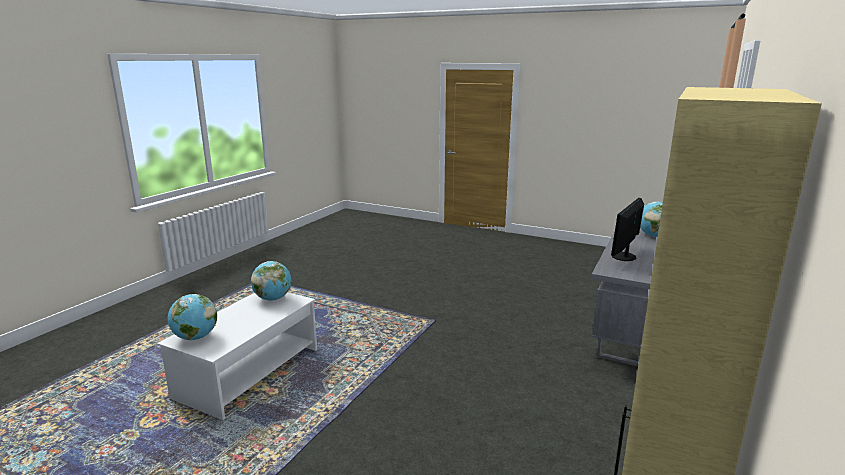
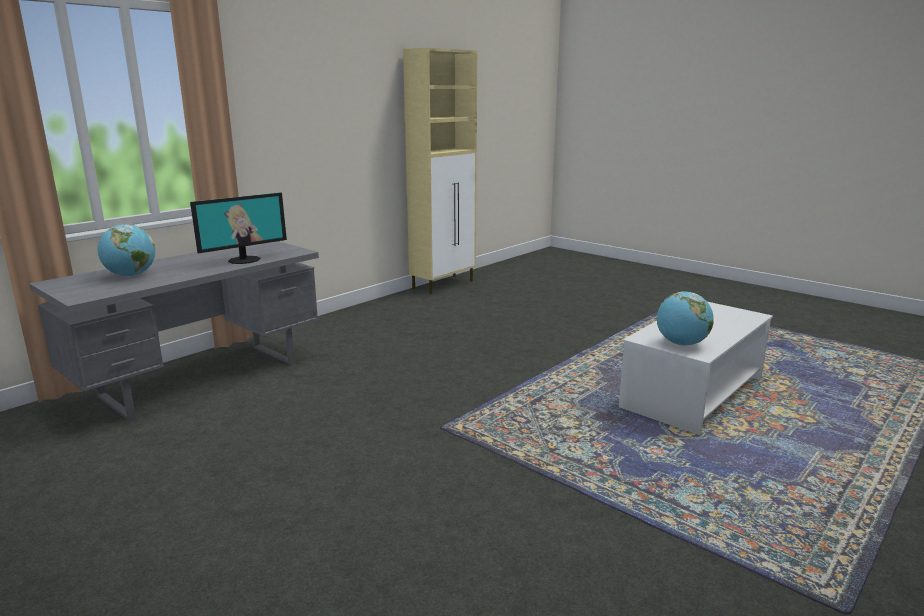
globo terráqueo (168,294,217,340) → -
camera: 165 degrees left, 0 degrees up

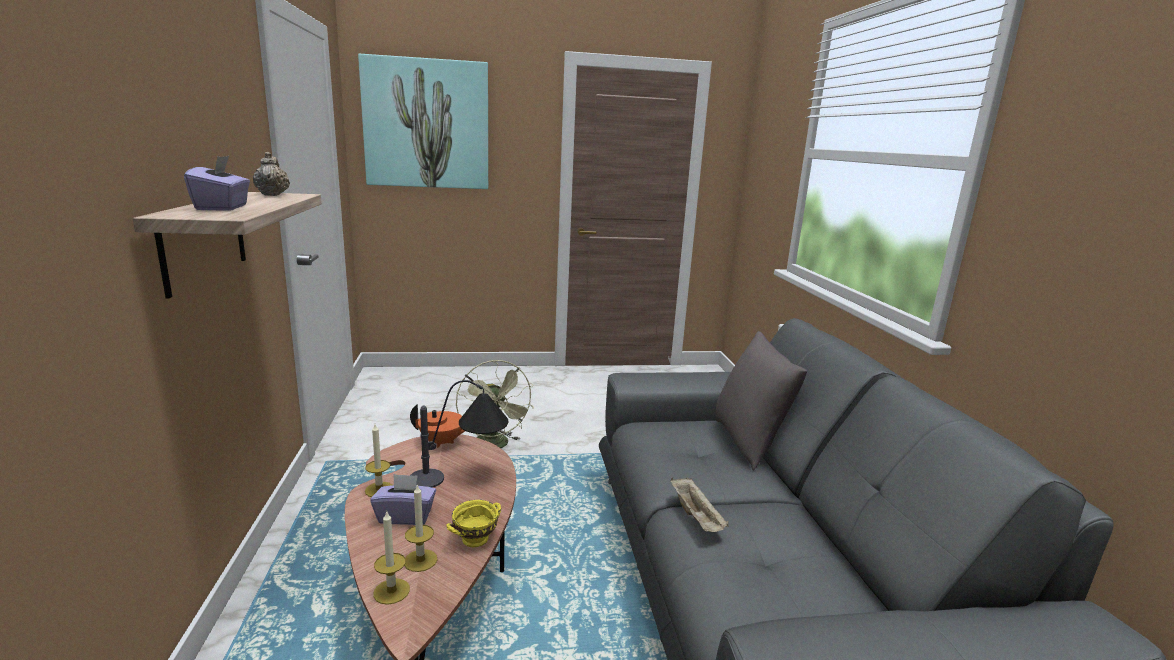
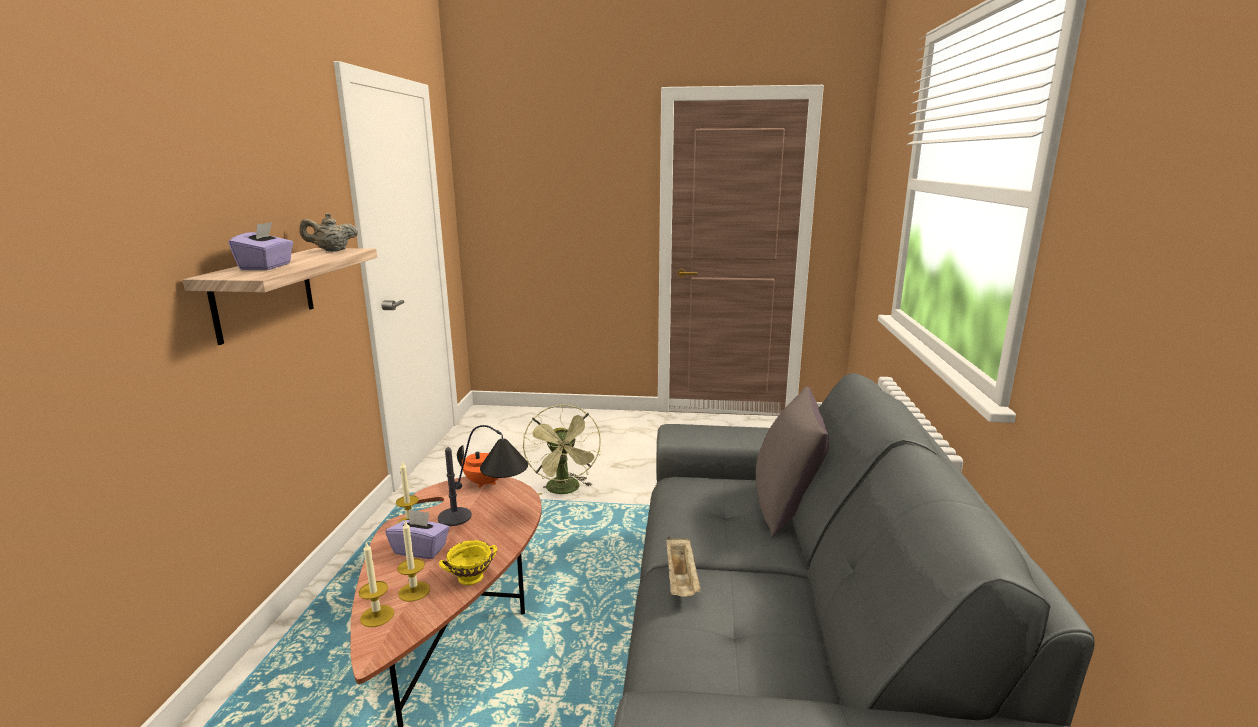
cuadro (358,54,488,189) → -
tetera/beis (253,152,290,196) → tetera/beis (299,213,358,252), 105 degrees counterclockwise
camera: 15 degrees right, 0 degrees up

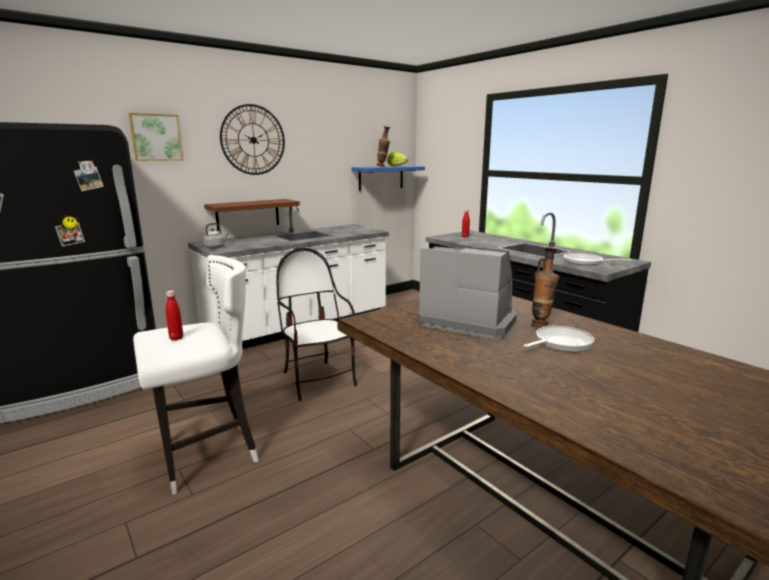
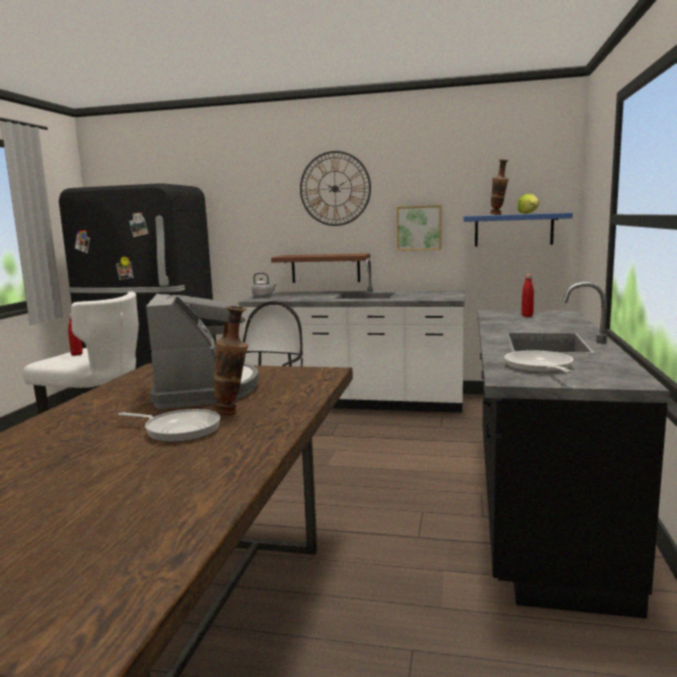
cuadro (128,113,183,161) → cuadro (397,205,441,251), moved
camera: 50 degrees right, 5 degrees down

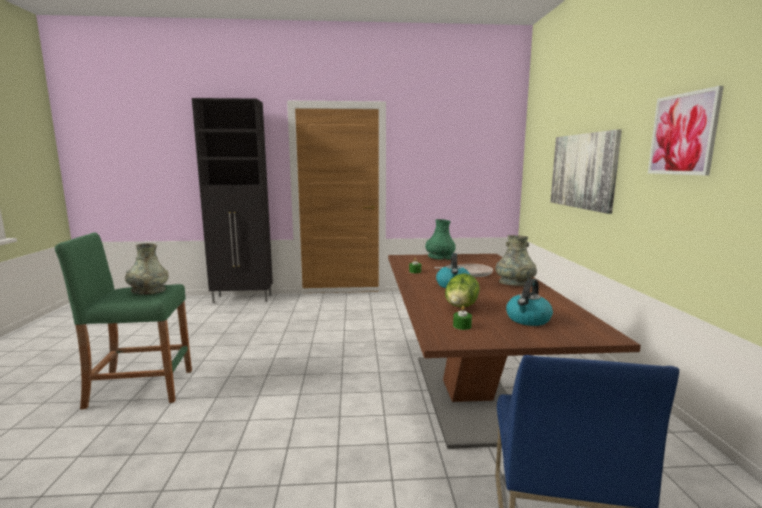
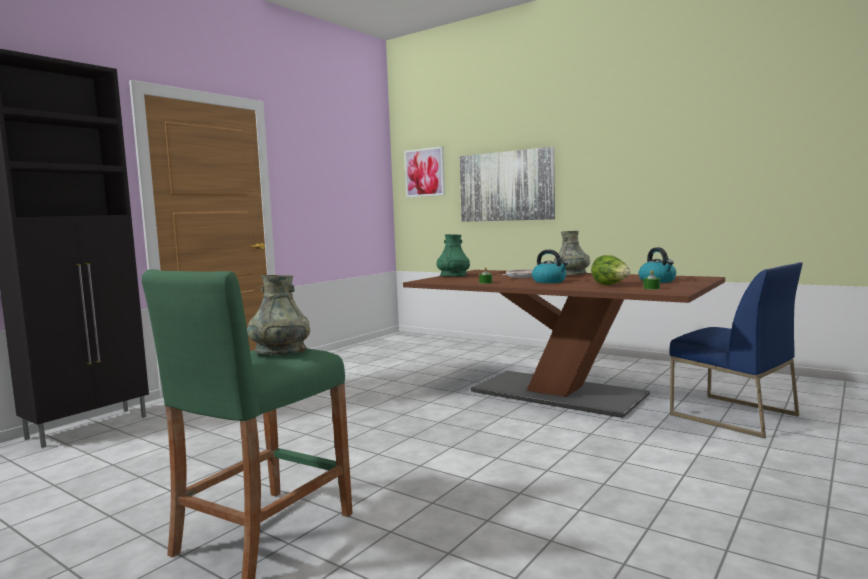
cuadro (648,86,724,176) → cuadro (404,146,445,198), moved
camera: 50 degrees left, 5 degrees down

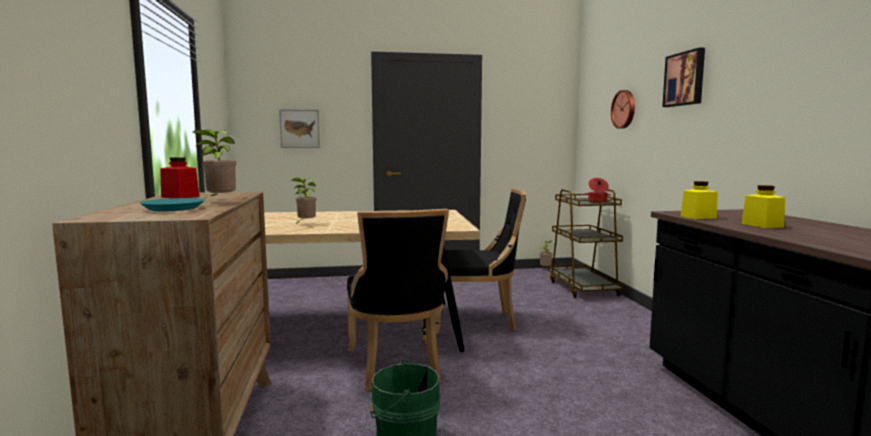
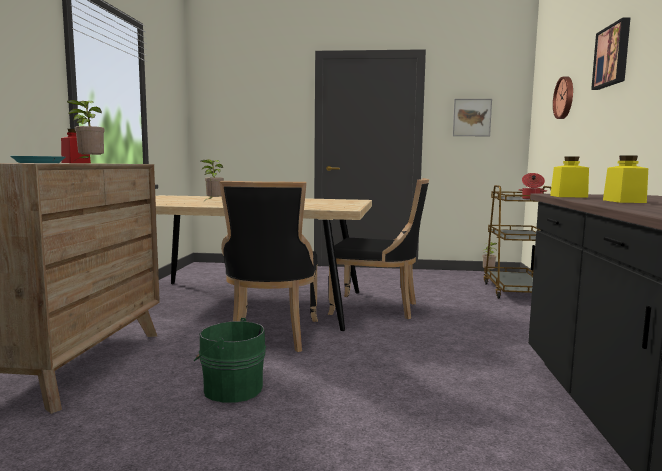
cuadro (279,109,320,148) → cuadro (453,99,492,136), moved
camera: 15 degrees right, 0 degrees up

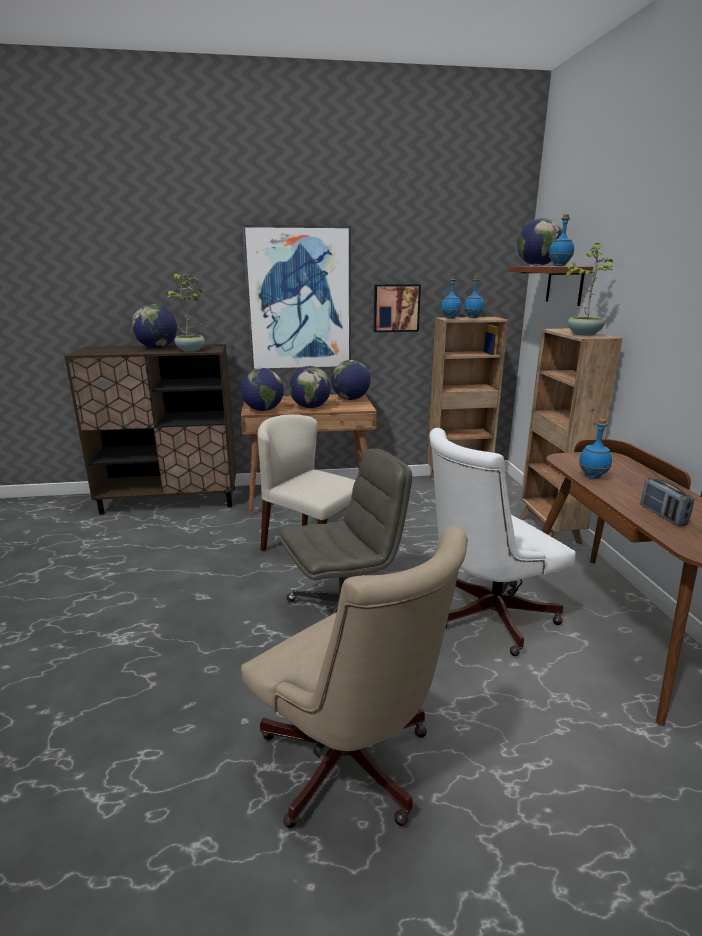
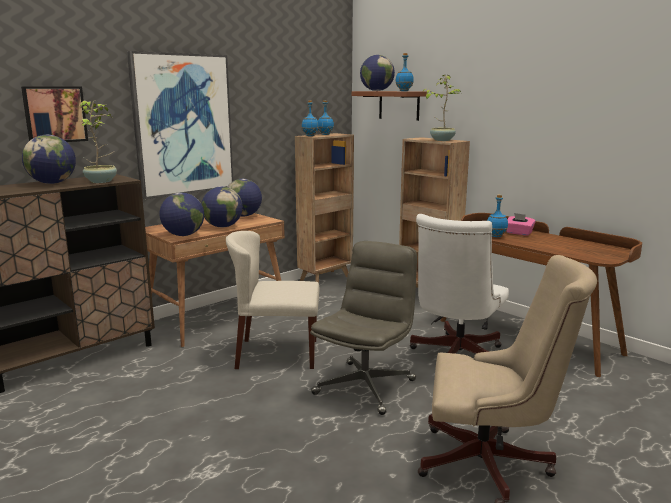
cuadro (374,284,421,332) → cuadro (21,86,88,142), moved
radio (640,478,694,526) → -
- → caja de pañuelos/rosa (506,213,536,236)
camera: 35 degrees left, 5 degrees down

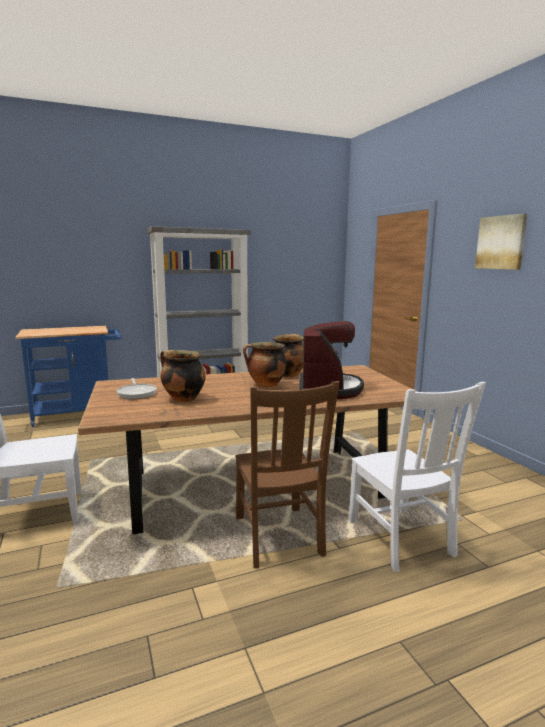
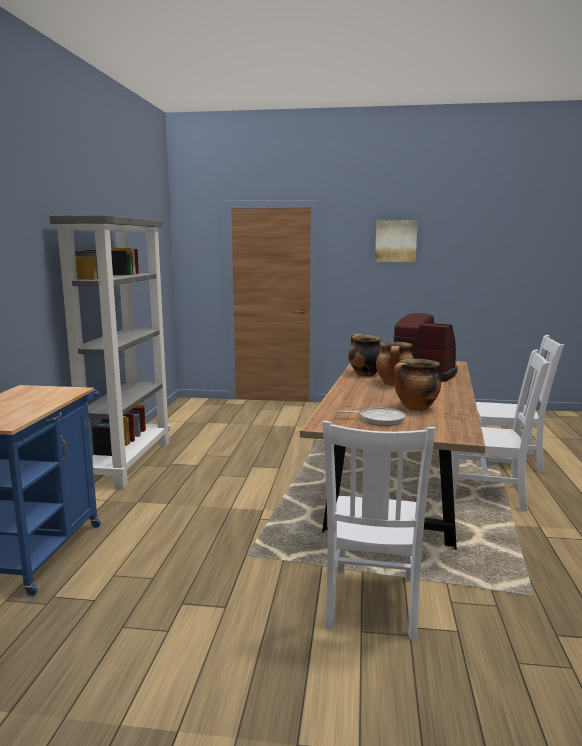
silla/marrón (235,381,340,568) → silla/blanco (451,349,550,511)
camera: 60 degrees left, 0 degrees up

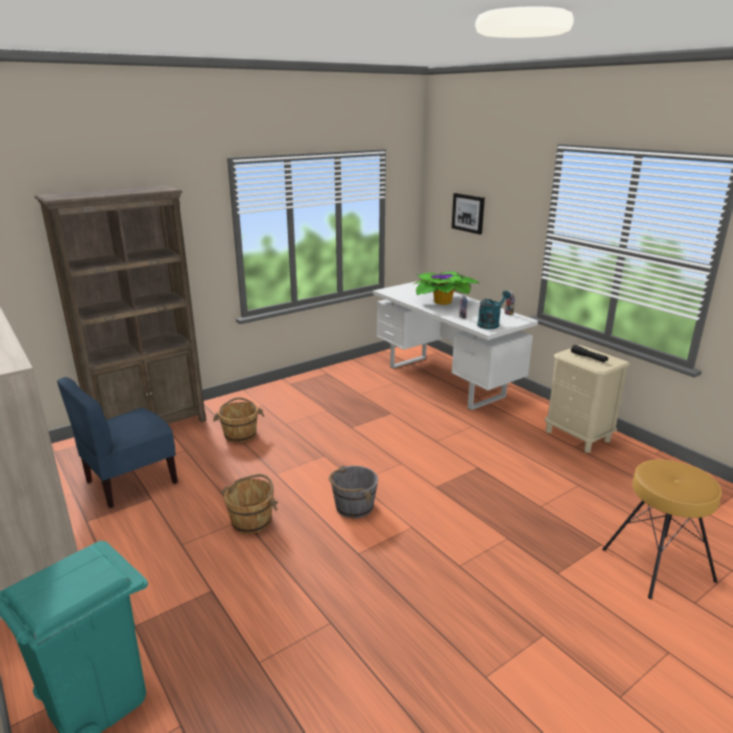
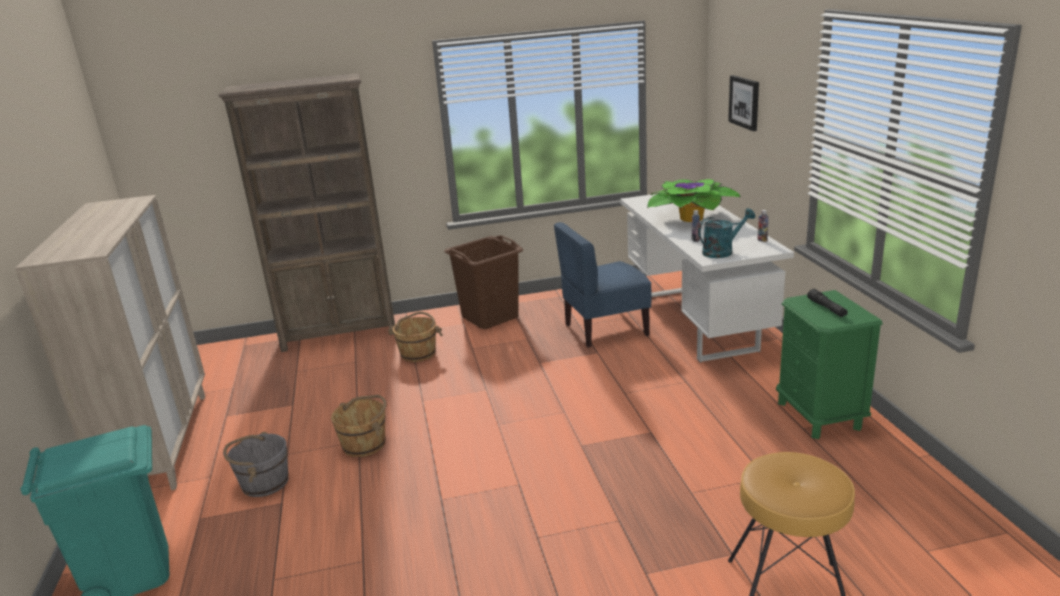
mesita de noche/beis (545,345,630,453) → mesita de noche/verde (776,290,883,439)
silla/azul (57,377,178,508) → silla/azul (554,222,652,348), moved
cubo/gris (329,466,378,518) → cubo/gris (223,432,289,497), moved
- → cesto de la ropa/marrón (444,235,523,329)
camera: 25 degrees right, 0 degrees up

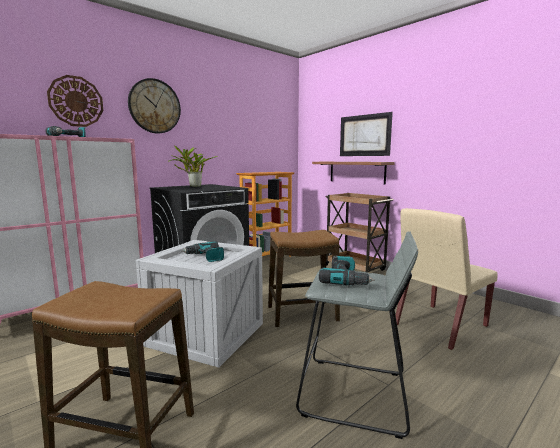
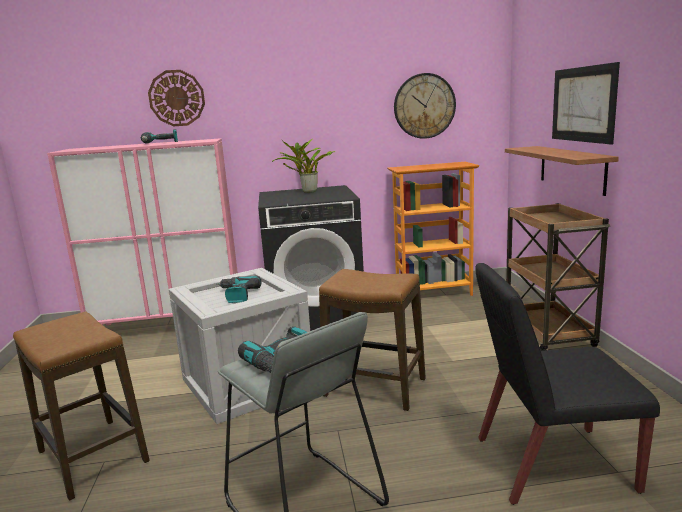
reloj de pared (128,78,181,133) → reloj de pared (394,73,456,139), moved
silla/beis (396,208,497,350) → silla/negro (475,263,660,505)
camera: 35 degrees right, 5 degrees up

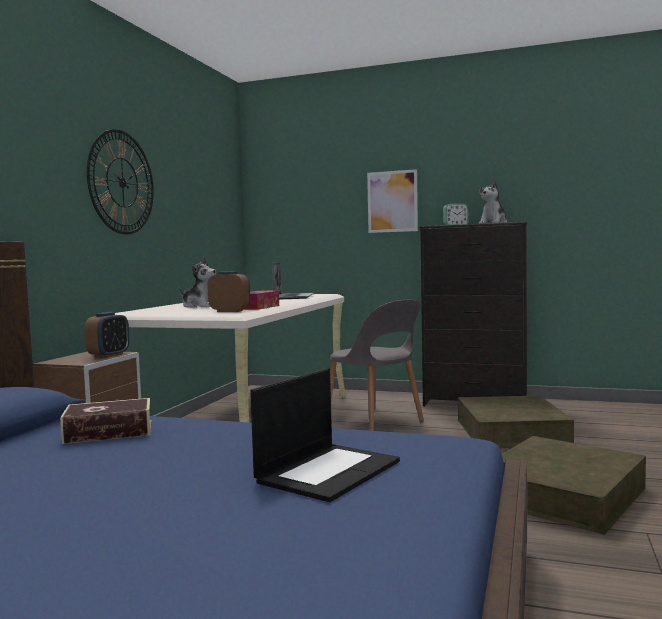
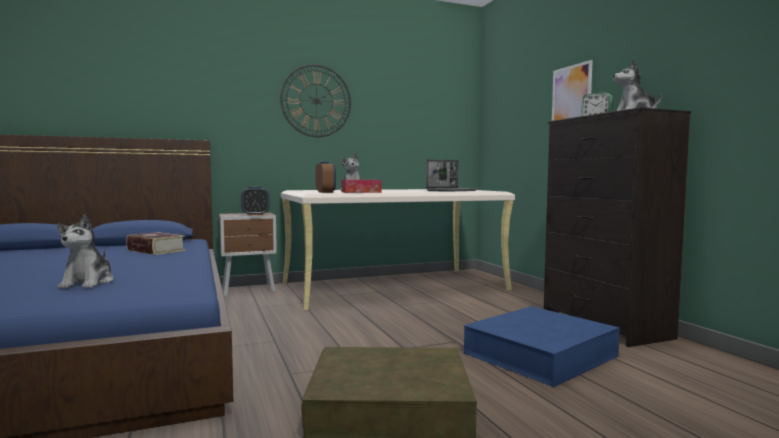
silla/gris (330,300,424,431) → -
portátil (250,368,400,502) → peluche (57,215,114,288)
caja de almacenaje/marrón (458,395,574,448) → caja de almacenaje/azul (464,306,620,387)
camera: 50 degrees right, 0 degrees up

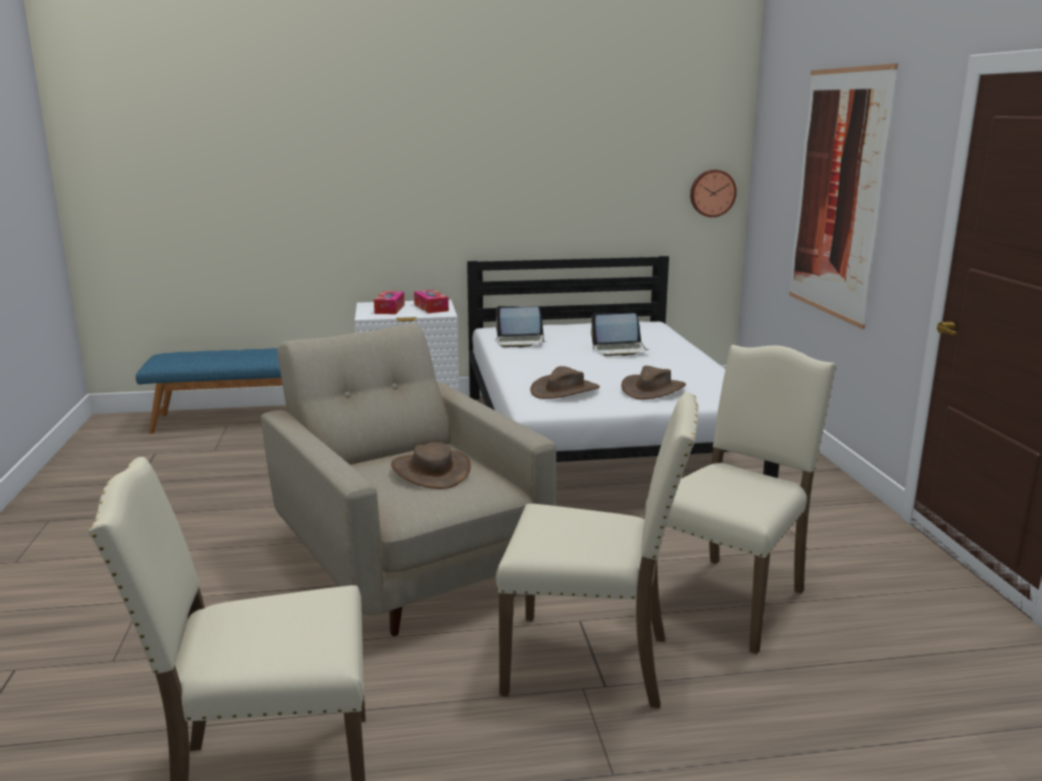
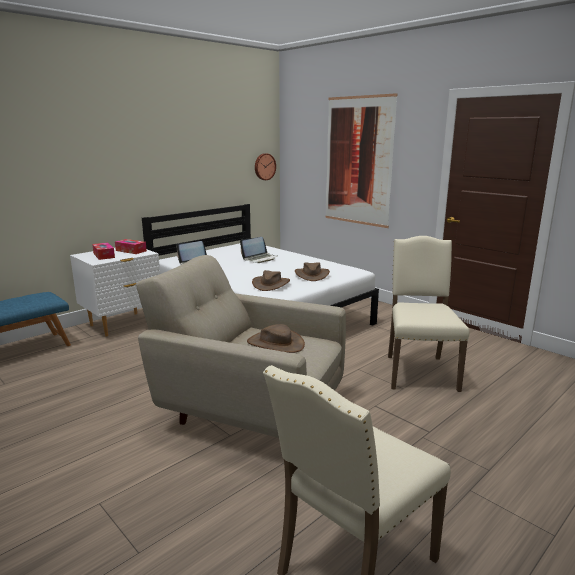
silla/beis (496,392,698,708) → -
camera: 35 degrees left, 0 degrees up

